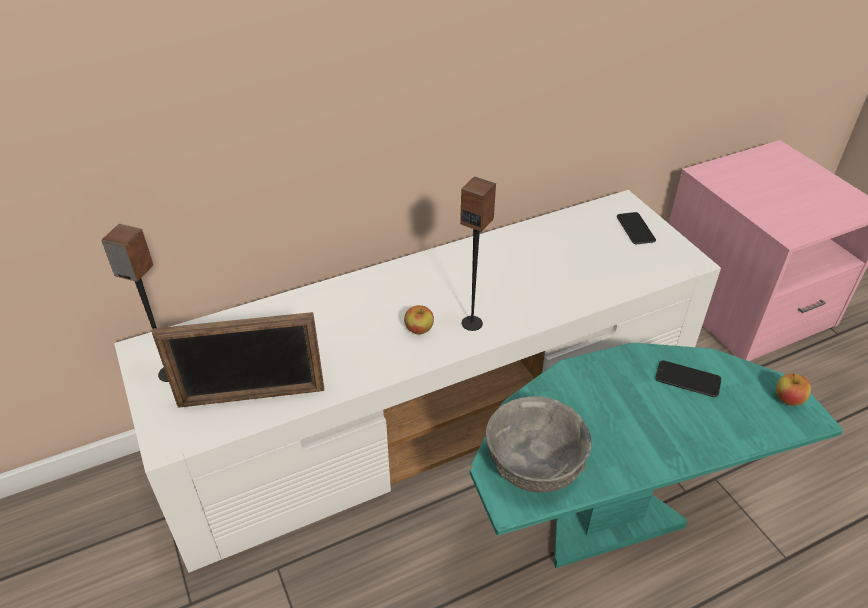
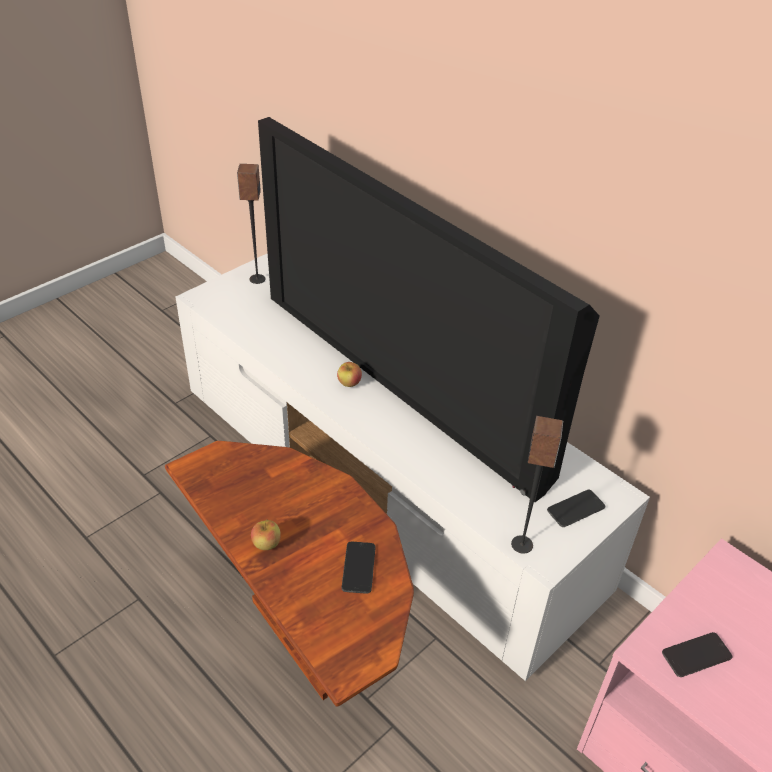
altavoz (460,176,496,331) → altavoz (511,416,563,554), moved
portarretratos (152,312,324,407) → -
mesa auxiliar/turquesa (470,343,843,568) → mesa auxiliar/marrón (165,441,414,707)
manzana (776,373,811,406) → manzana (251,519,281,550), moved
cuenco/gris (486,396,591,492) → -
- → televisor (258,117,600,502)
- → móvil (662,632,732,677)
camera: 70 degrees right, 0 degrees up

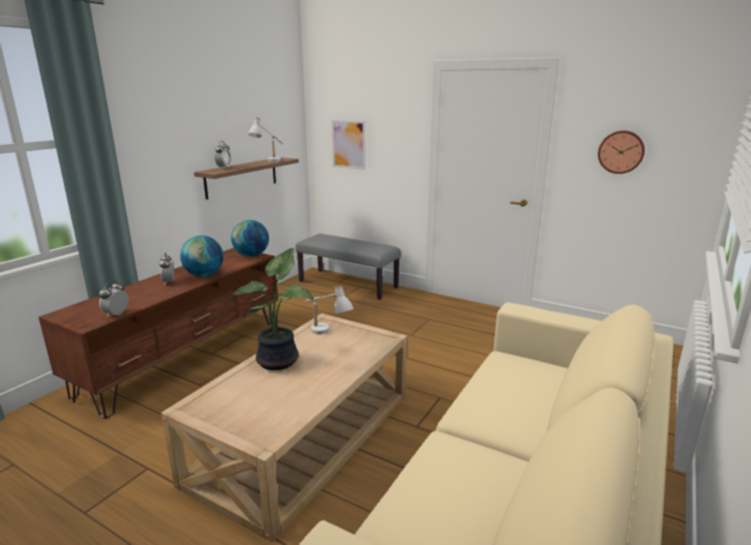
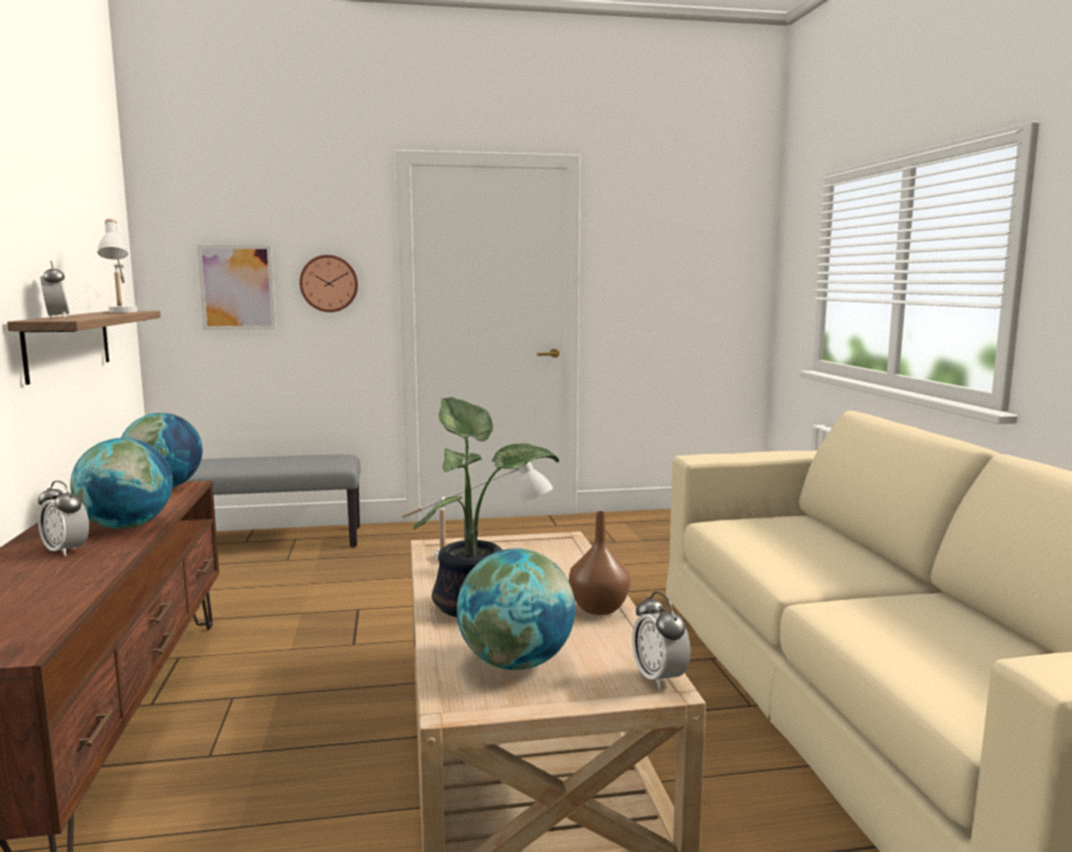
reloj de pared (598,131,645,174) → reloj de pared (299,255,358,312), moved
despertador (99,280,129,317) → despertador (632,591,690,689), moved
- → florero/marrón (569,511,631,615)
- → globo terráqueo (457,549,575,670)
camera: 40 degrees left, 10 degrees down

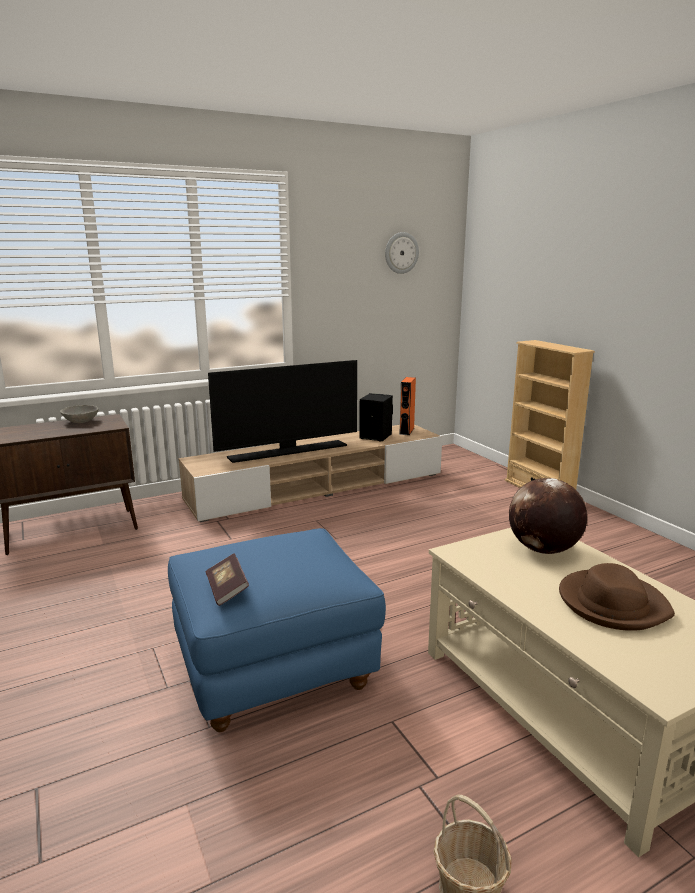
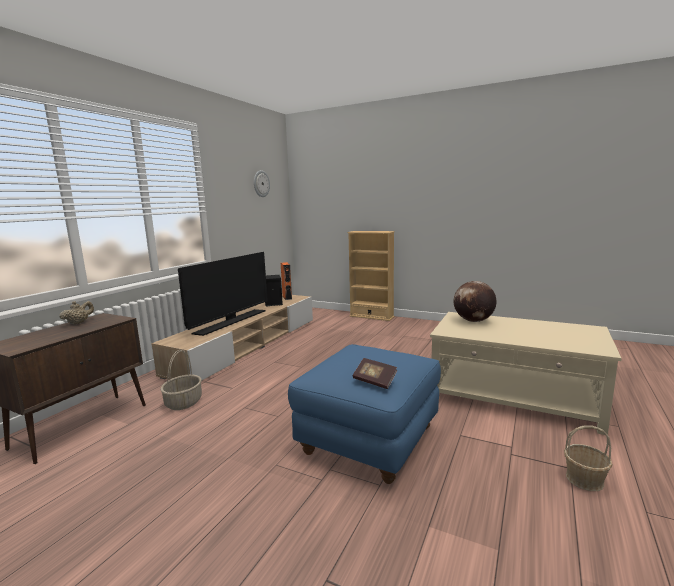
cuenco/gris (60,405,98,423) → tetera/beis (59,301,94,325)
sombrero/marrón (559,563,675,631) → -
- → cesta (160,350,202,410)
camera: 35 degrees left, 5 degrees down

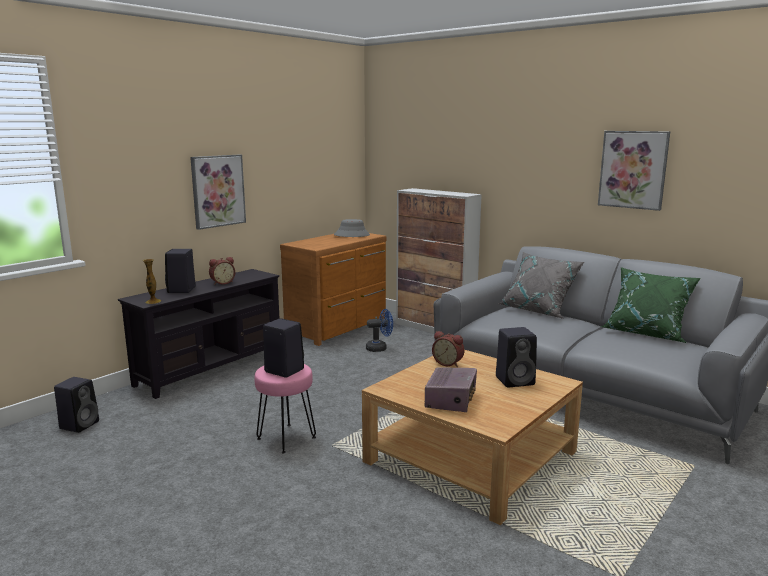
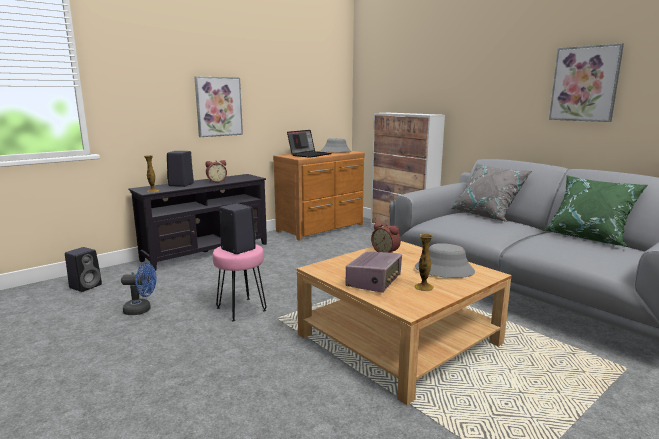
ventilador/azul (366,309,393,352) → ventilador/azul (121,263,157,315), moved
altavoz/negro (496,327,537,387) → sombrero/gris (415,243,475,278)
- → portátil (287,130,332,158)
- → florero (415,234,434,291)
camera: 10 degrees right, 0 degrees up

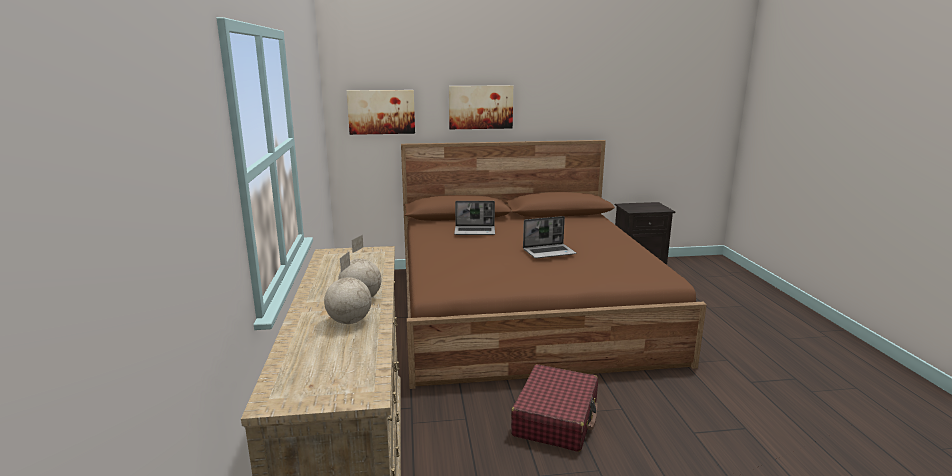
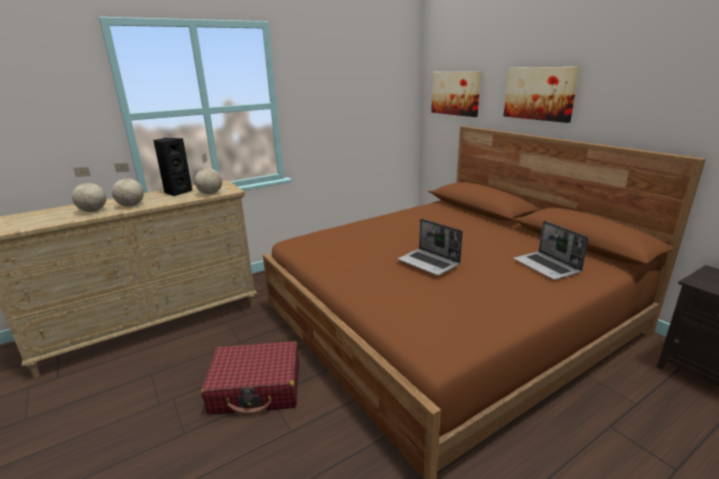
portátil (454,201,495,235) → portátil (513,221,589,280), moved
- → altavoz/negro (153,138,193,197)
- → globo terráqueo (195,153,222,195)
camera: 65 degrees right, 5 degrees up

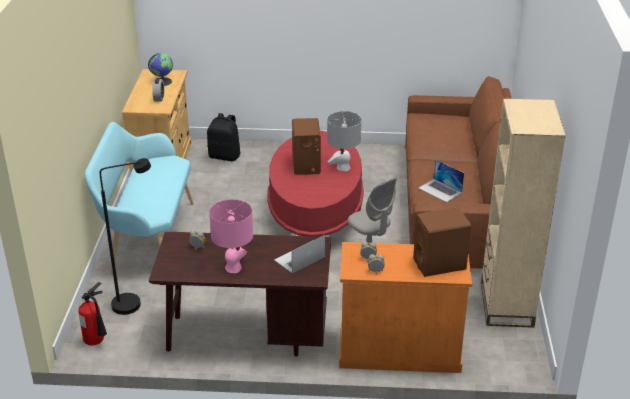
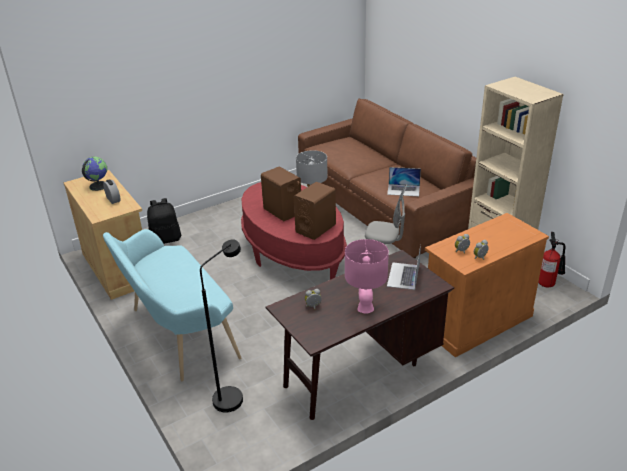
altavoz/marrón (413,207,471,277) → altavoz/marrón (294,182,336,240), moved
extintor (78,282,107,345) → extintor (538,232,566,287), moved
camera: 35 degrees left, 0 degrees up

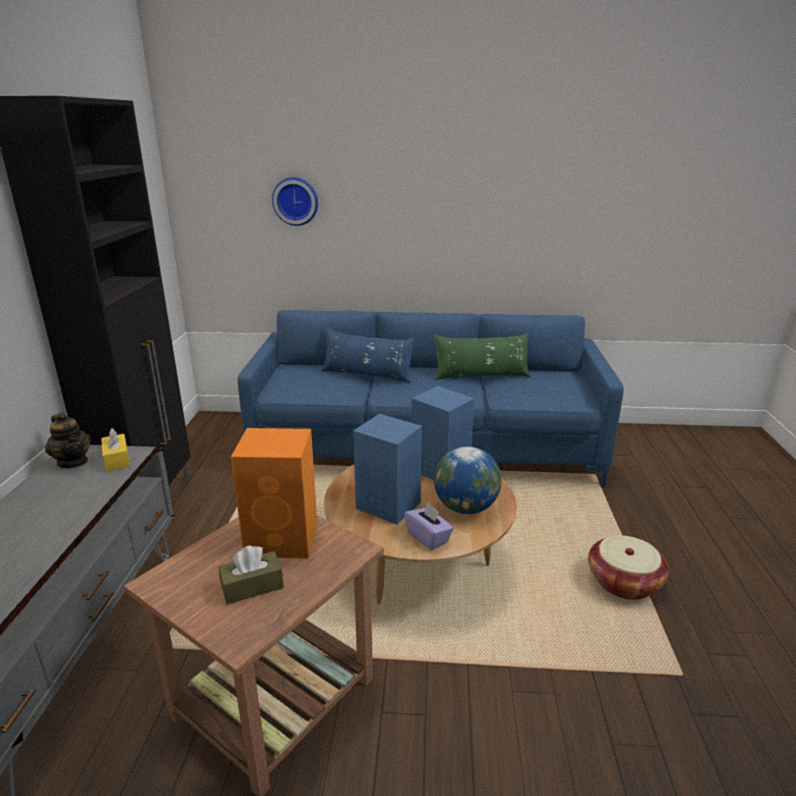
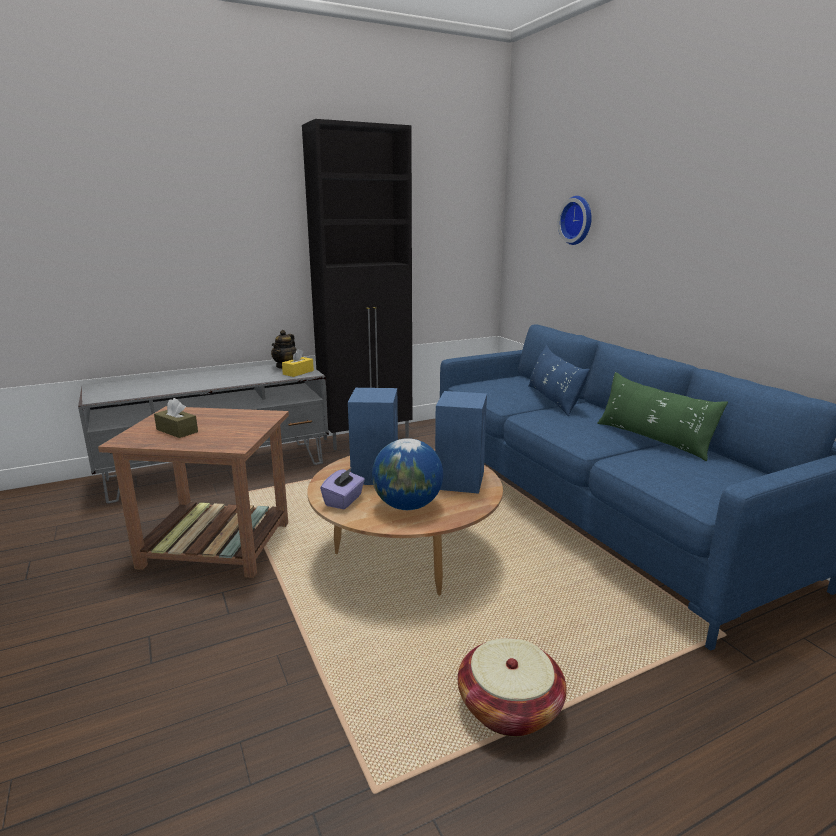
altavoz/naranja (231,428,317,559) → -
camera: 60 degrees right, 5 degrees down

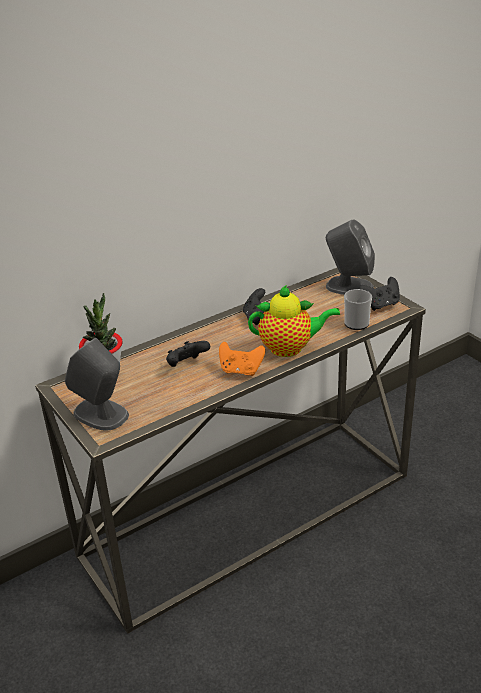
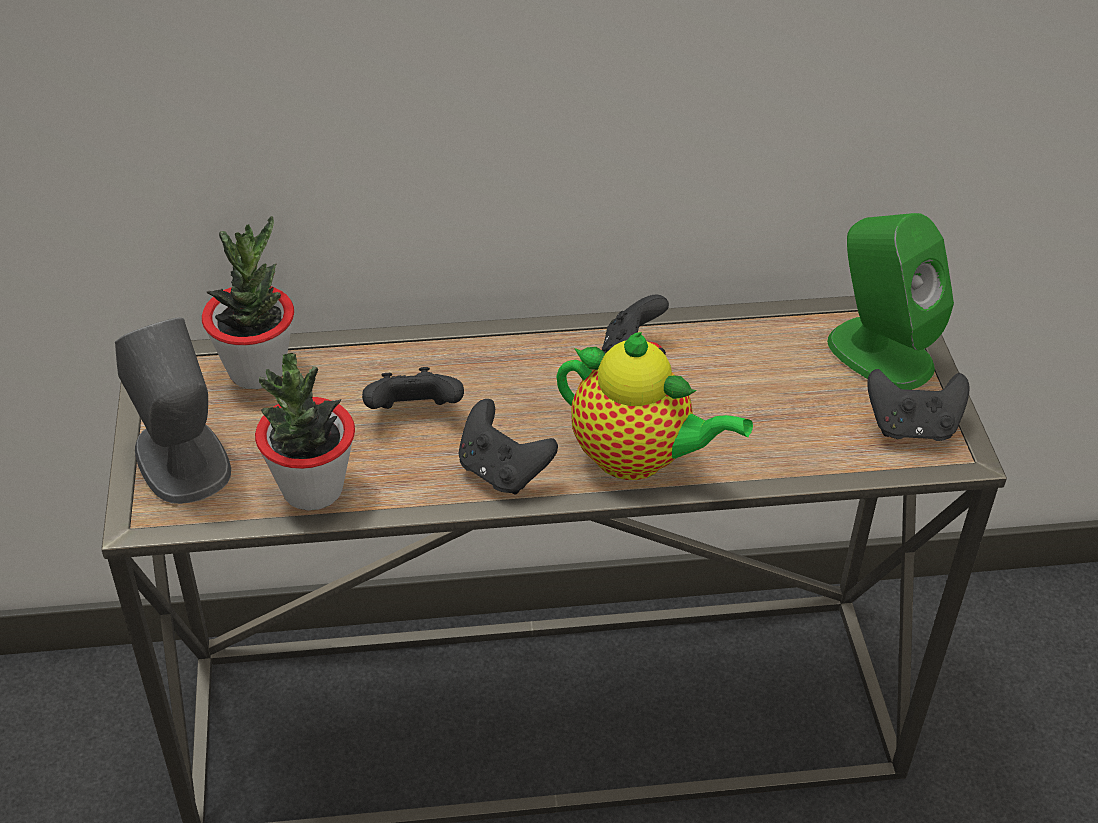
altavoz/gris (326,220,375,295) → altavoz/verde (827,213,954,390)
taza grande (344,289,372,330) → -
mando de consola/naranja (219,342,265,376) → mando de consola/negro (459,399,558,495)
- → planta en maceta (255,353,355,511)
camera: 25 degrees right, 10 degrees up

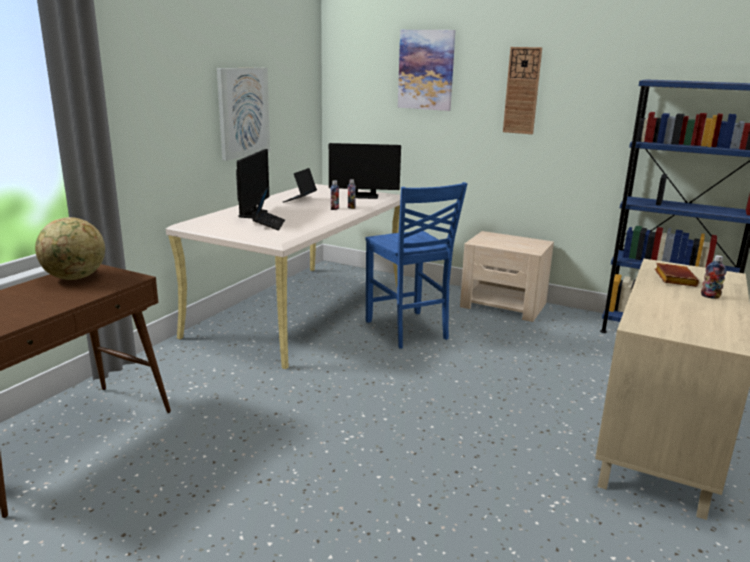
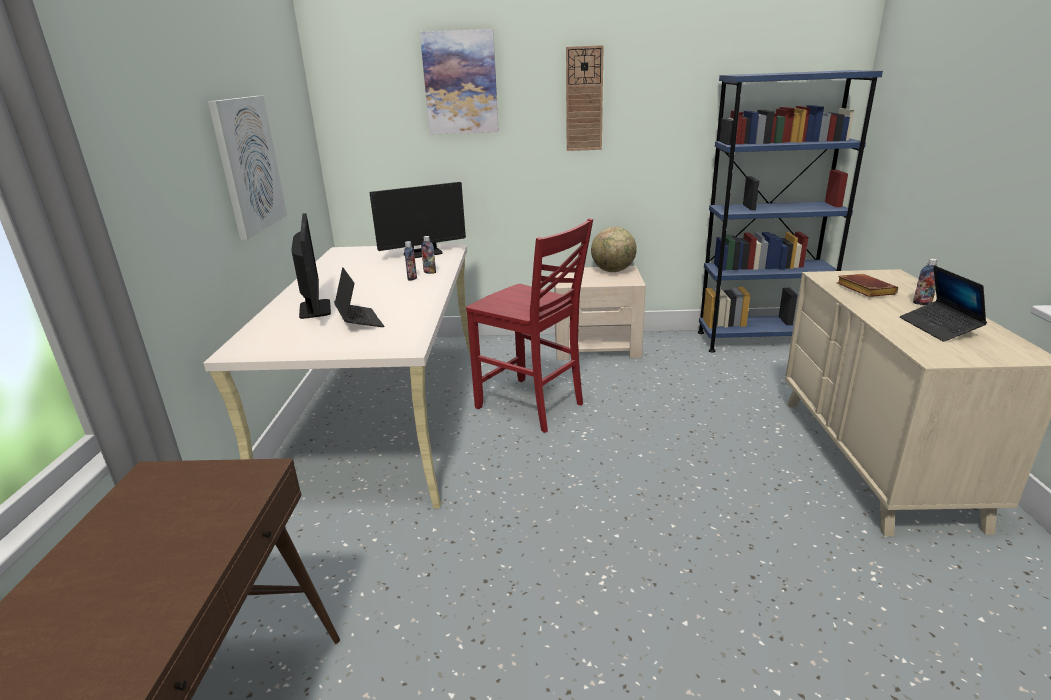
portátil (283,168,317,203) → portátil (900,265,987,342), moved
silla/azul (365,182,468,349) → silla/rojo (466,218,593,433)
globo terráqueo (35,217,105,280) → globo terráqueo (591,227,637,272), moved
camera: 25 degrees left, 5 degrees up

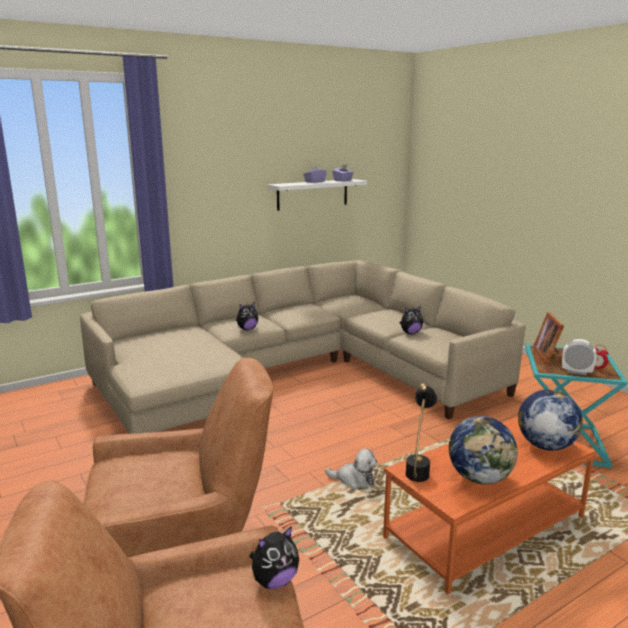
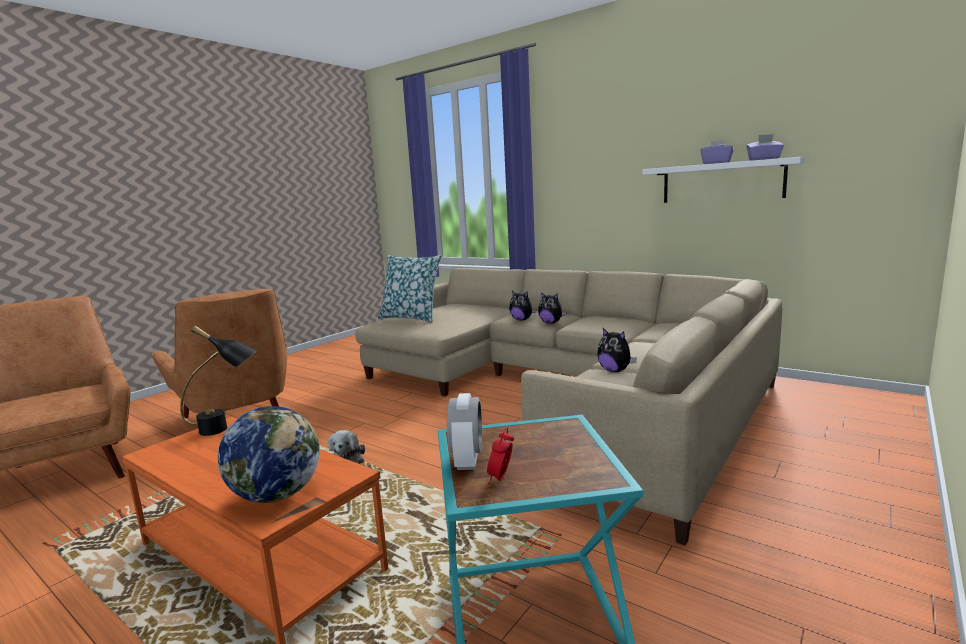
portarretratos (532,312,564,363) → -
globo terráqueo (449,416,517,485) → -
peluche (249,526,299,589) → peluche (538,292,566,324), moved
- → cojín (378,255,442,323)
camera: 70 degrees right, 5 degrees down

